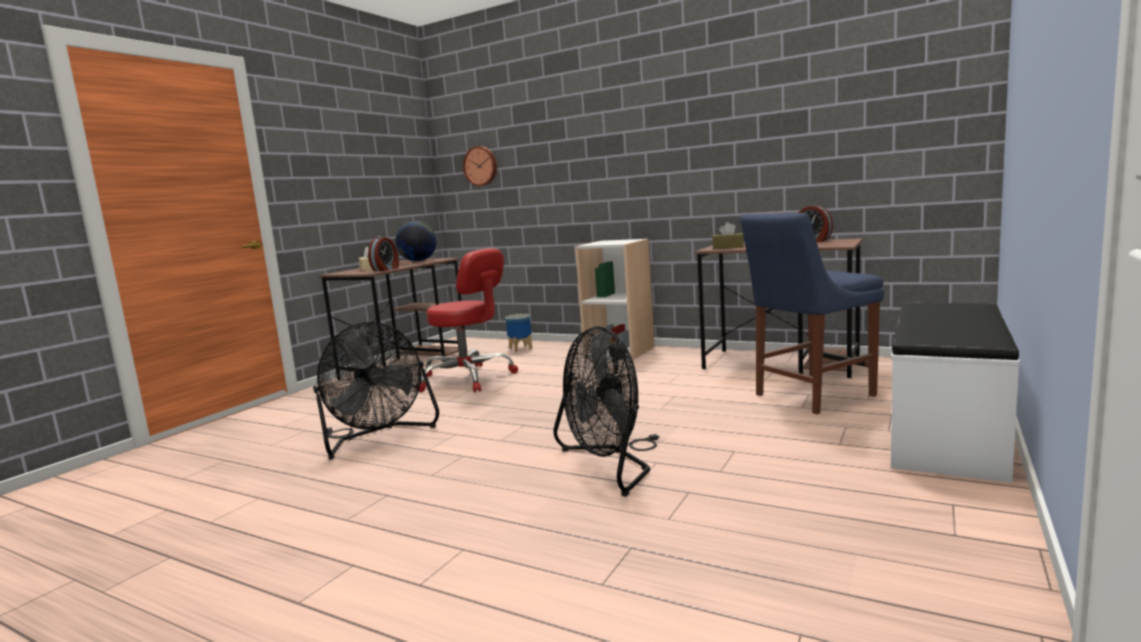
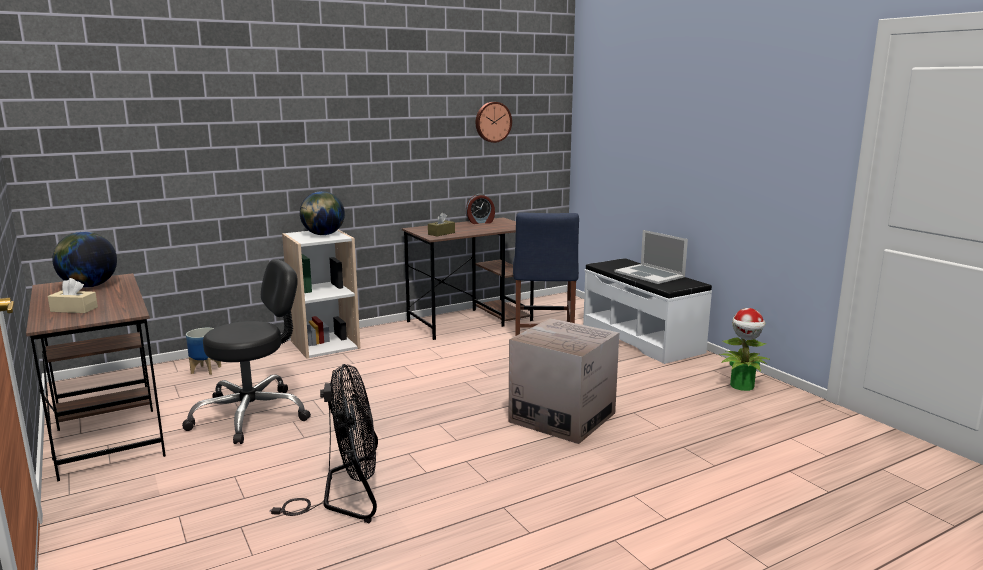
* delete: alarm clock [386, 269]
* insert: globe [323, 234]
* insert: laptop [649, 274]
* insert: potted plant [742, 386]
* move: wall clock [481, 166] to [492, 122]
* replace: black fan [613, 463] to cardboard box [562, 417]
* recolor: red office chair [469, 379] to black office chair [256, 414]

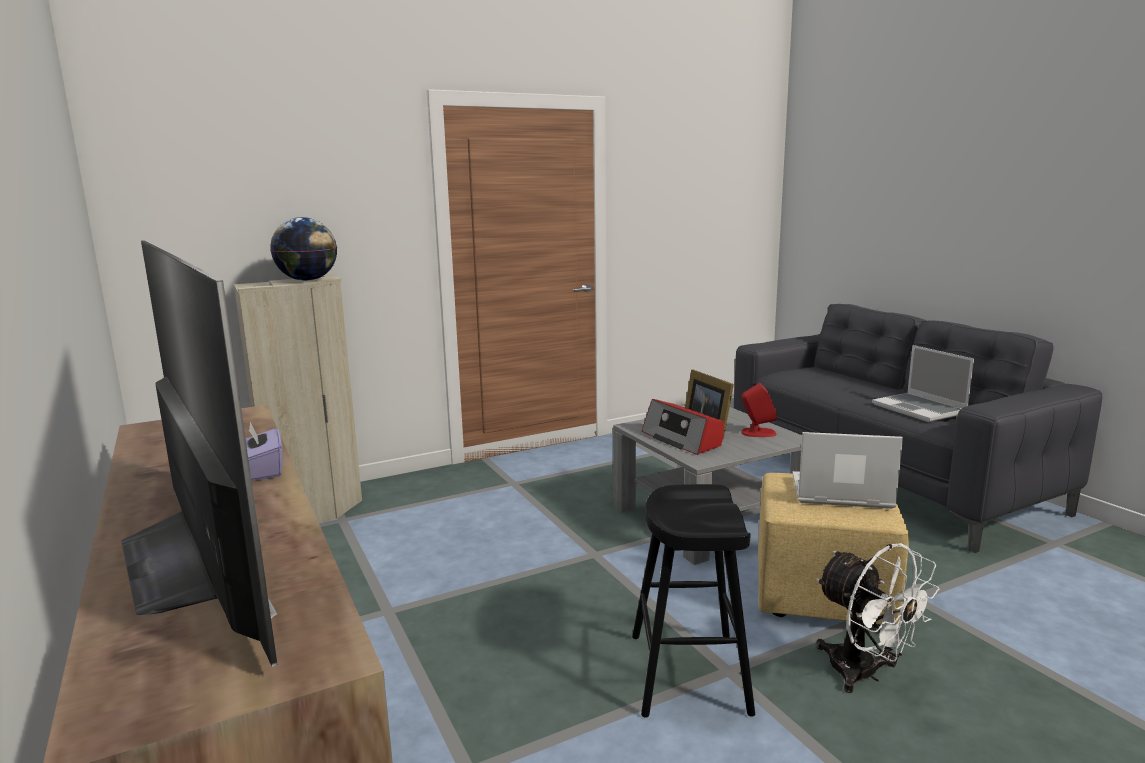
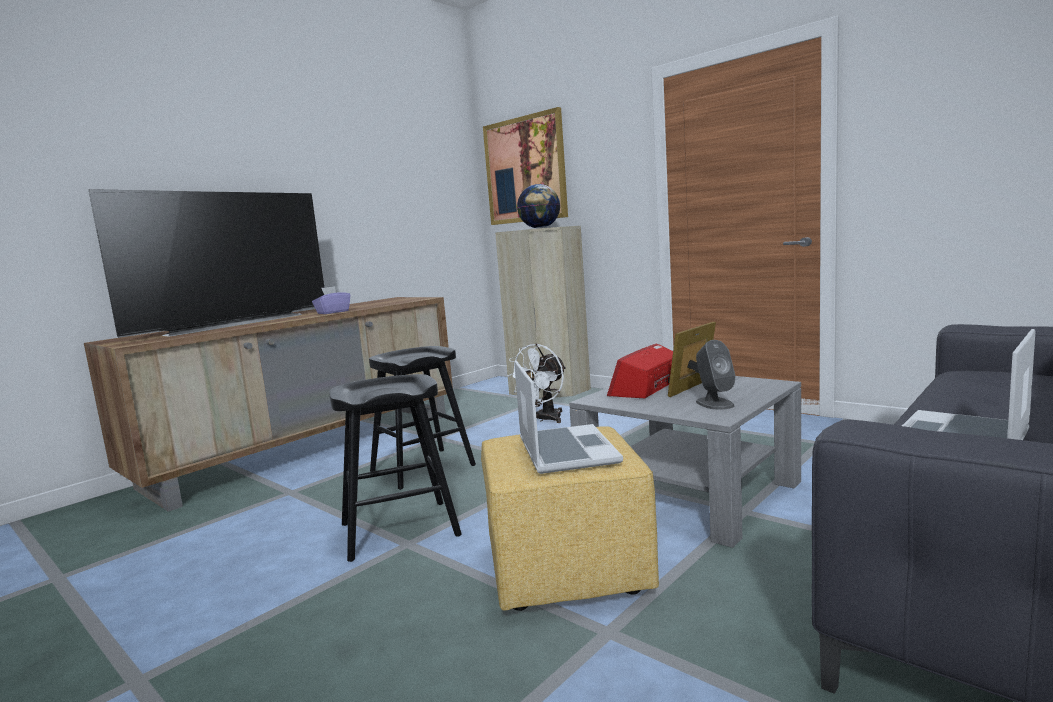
* insert: black stool [422, 468]
* insert: picture [525, 170]
* move: white fan [865, 674] to [544, 419]
* recolor: red speaker [758, 433] to grey speaker [714, 403]

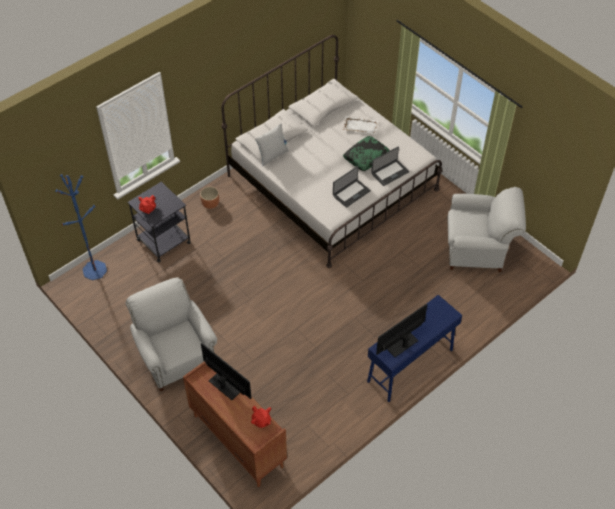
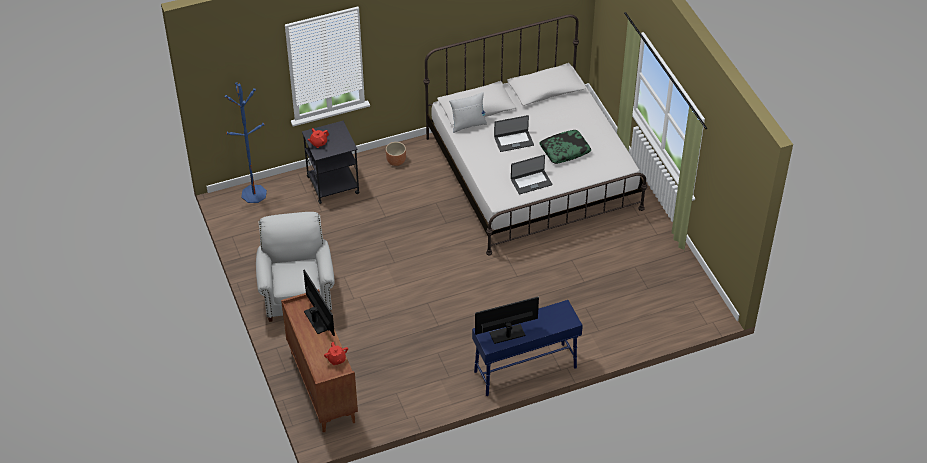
* delete: white tray [360, 126]
* delete: white armchair [478, 249]
* move: laptop [389, 172] to [513, 141]

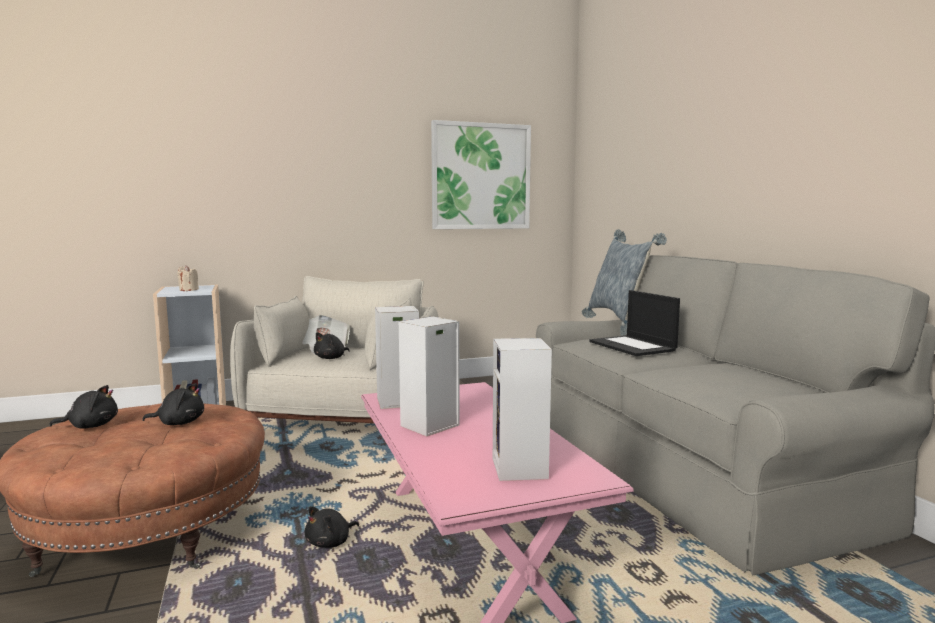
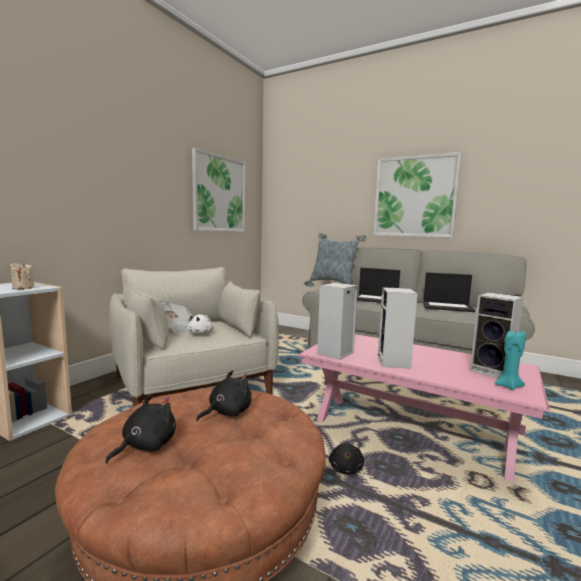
* insert: picture [415, 196]
* insert: laptop [448, 307]
* insert: turquoise candle [508, 386]
* recolor: black plush toy [331, 358] to white plush toy [201, 334]

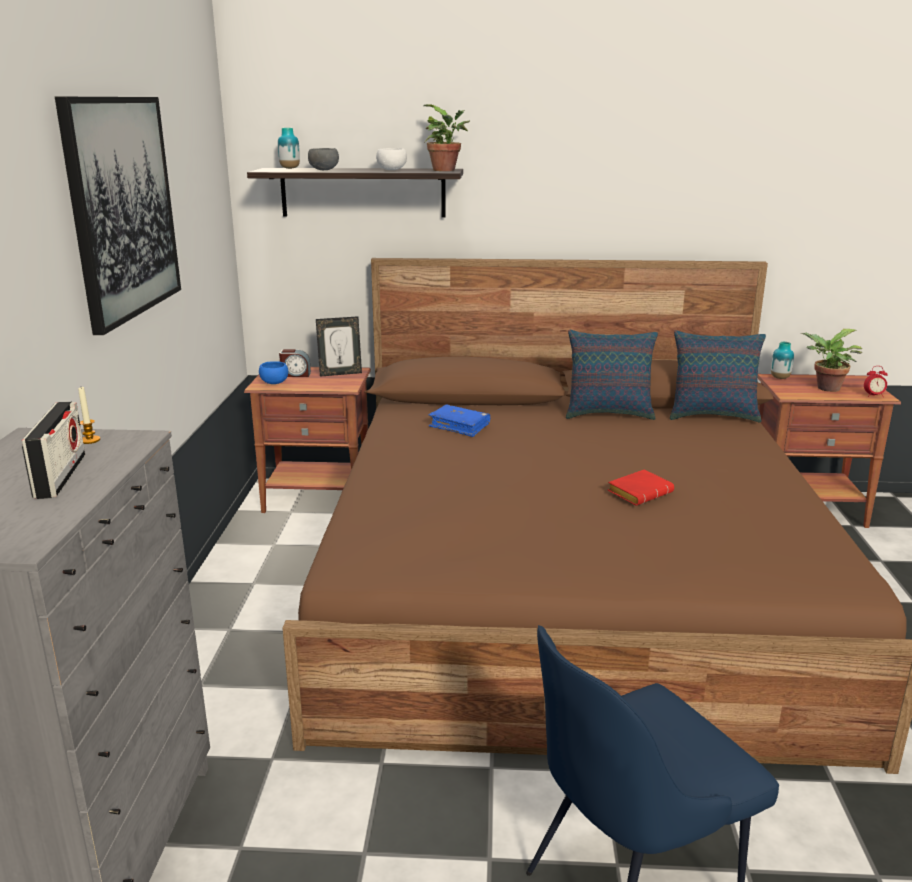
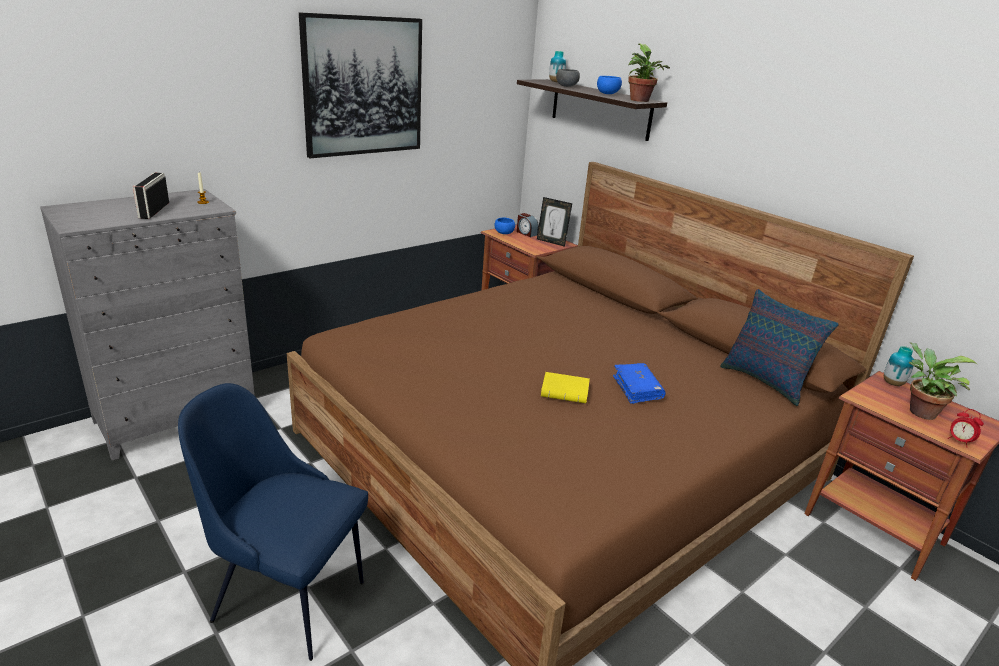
* delete: blue pillow [609, 415]
* move: blue book [459, 427] to [637, 389]
* recolor: white bowl [392, 170] to blue bowl [608, 94]
* recolor: red book [640, 492] to yellow book [566, 391]
* rotate: radio [60, 476] = [154, 210] 135 degrees clockwise

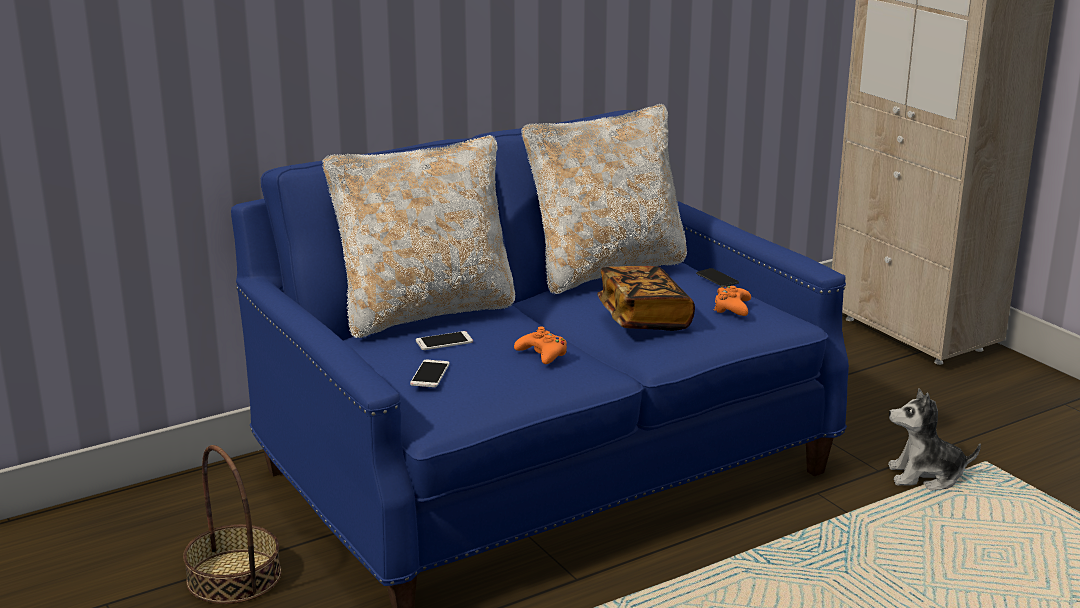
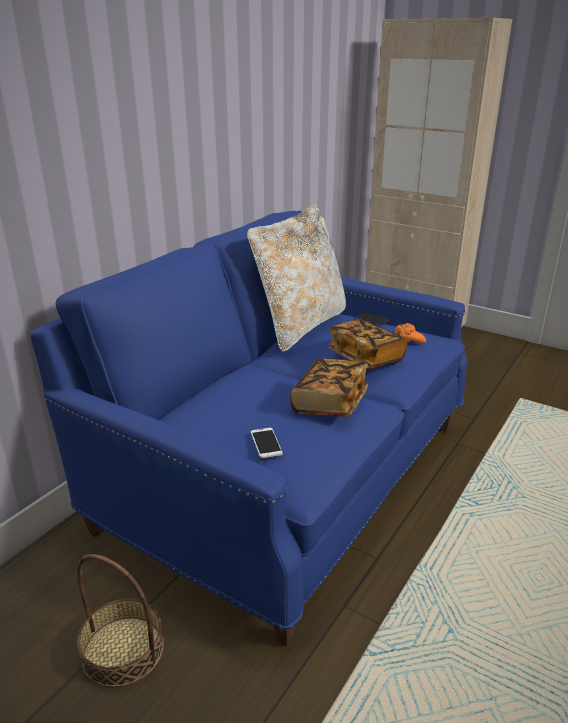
* delete: white pillow [428, 315]
* delete: phone [444, 341]
* delete: plush toy [925, 476]
* replace: orange game controller [542, 354] to book [329, 403]

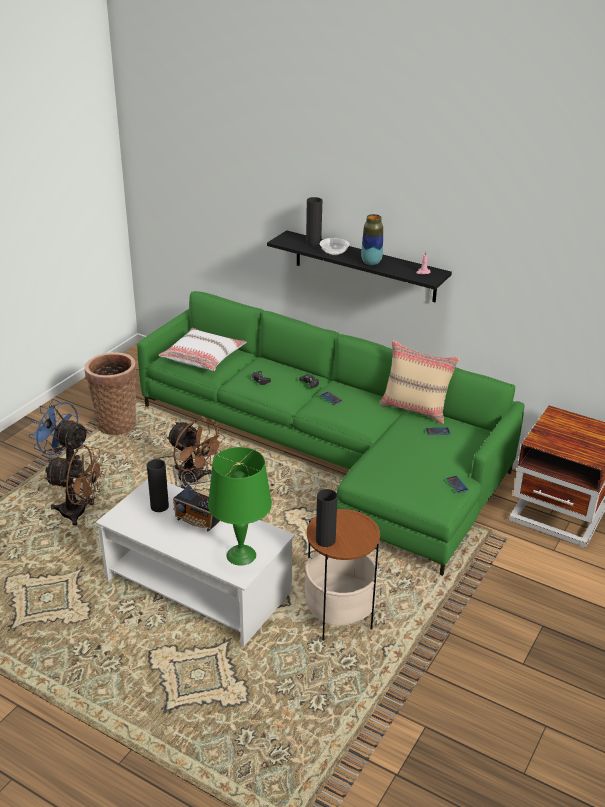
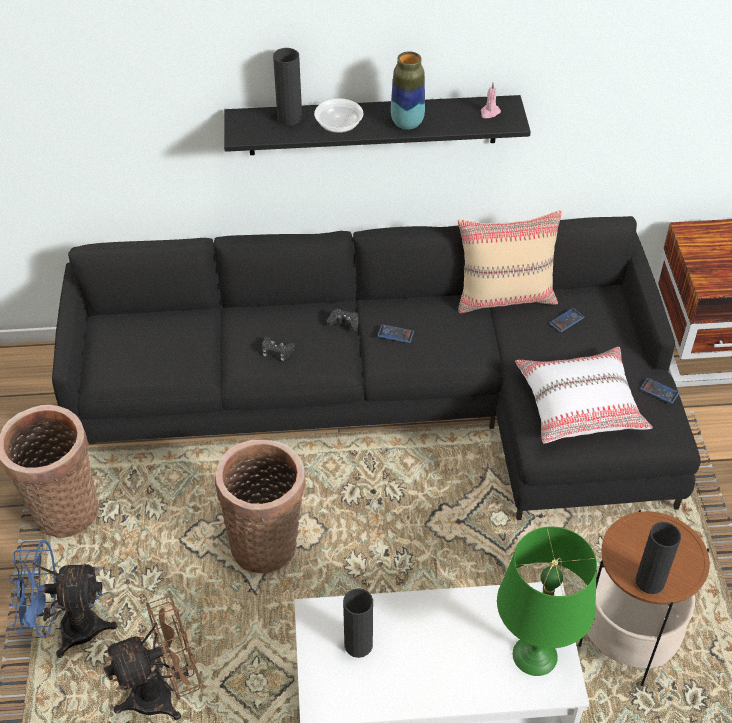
* delete: radio [199, 521]
* move: white pillow [203, 357] to [580, 404]
* replace: brown fan [194, 480] to basket [267, 543]
* recolor: green sofa [331, 453] to black sofa [395, 399]

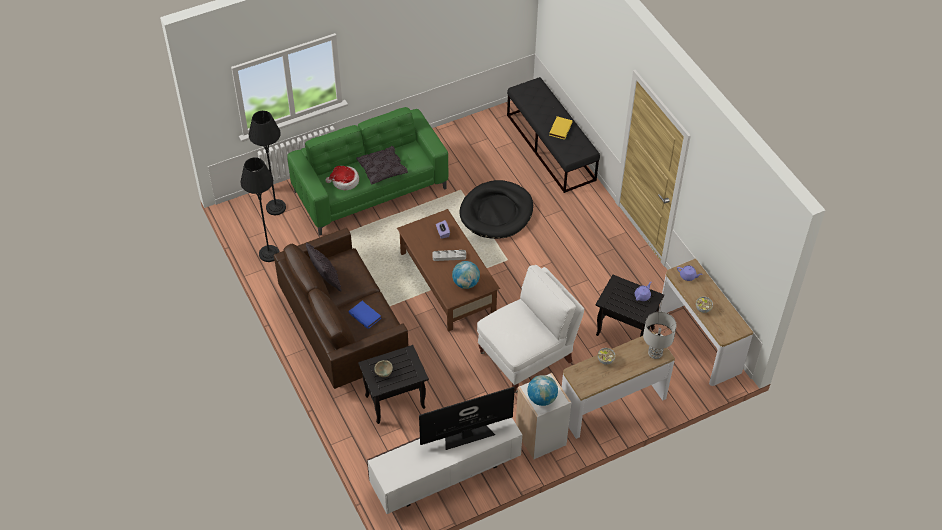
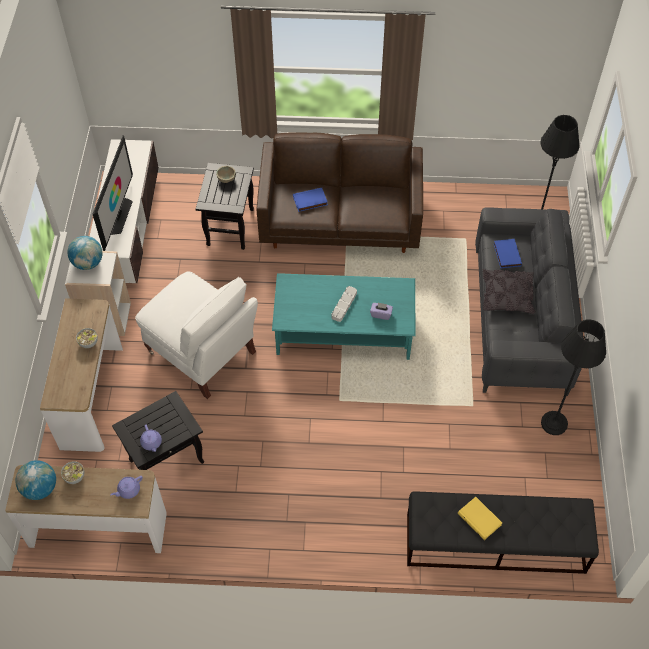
* delete: black pillow [326, 279]
* delete: black dog bed [496, 212]
* delete: white table lamp [655, 352]
* move: black floor lamp [269, 254] to [554, 423]
* move: globe [466, 283] to [40, 488]
* replace: hat [344, 181] to blue book [506, 255]
* recolor: green sofa [370, 189] to grey sofa [520, 320]
* recolor: brown coffee table [446, 282] to turquoise coffee table [344, 330]
* rotate: white armchair [527, 356] = [203, 353] 45 degrees counterclockwise

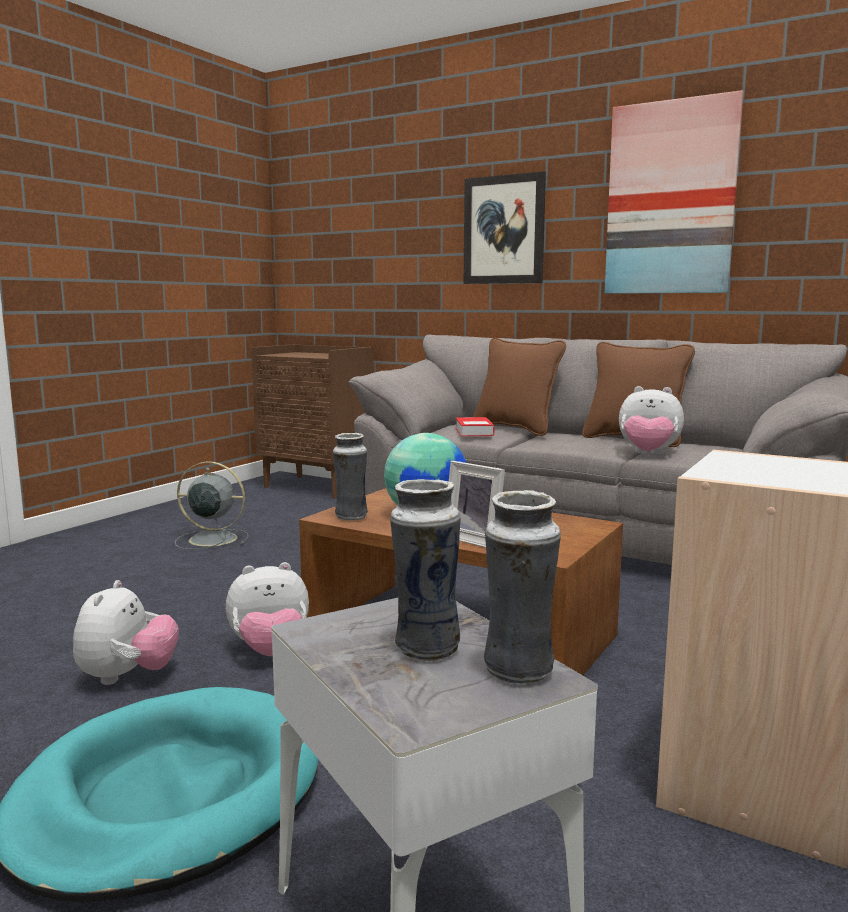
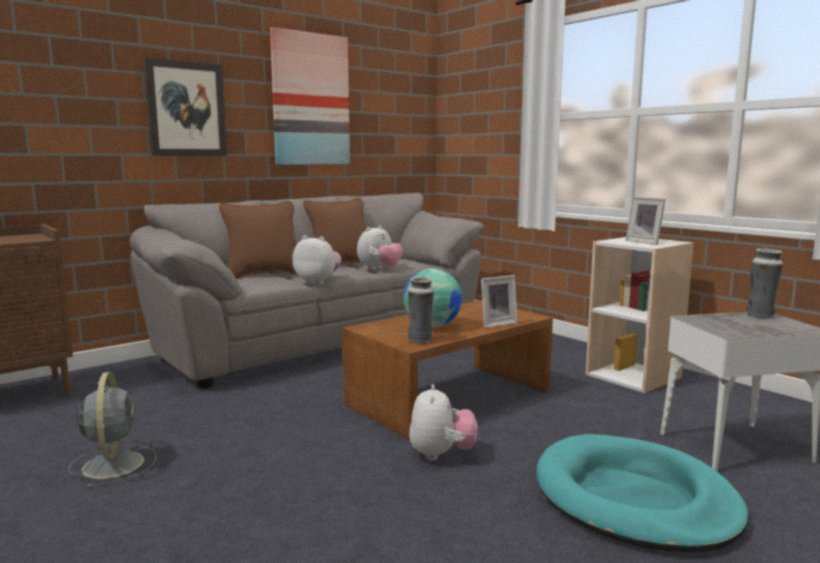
* delete: vase [425, 648]
* delete: book [474, 432]
* insert: picture frame [645, 242]
* move: plush toy [127, 677] to [318, 282]
* rotate: grey fan [211, 539] = [113, 463] 135 degrees clockwise

